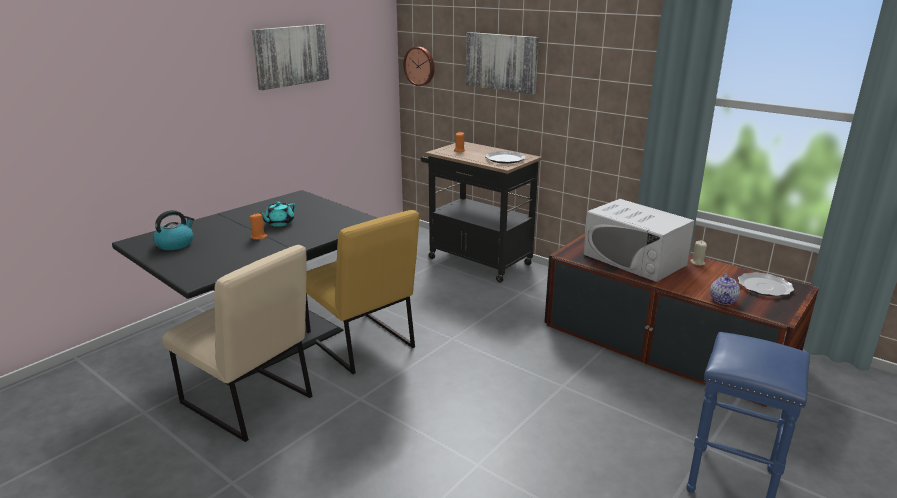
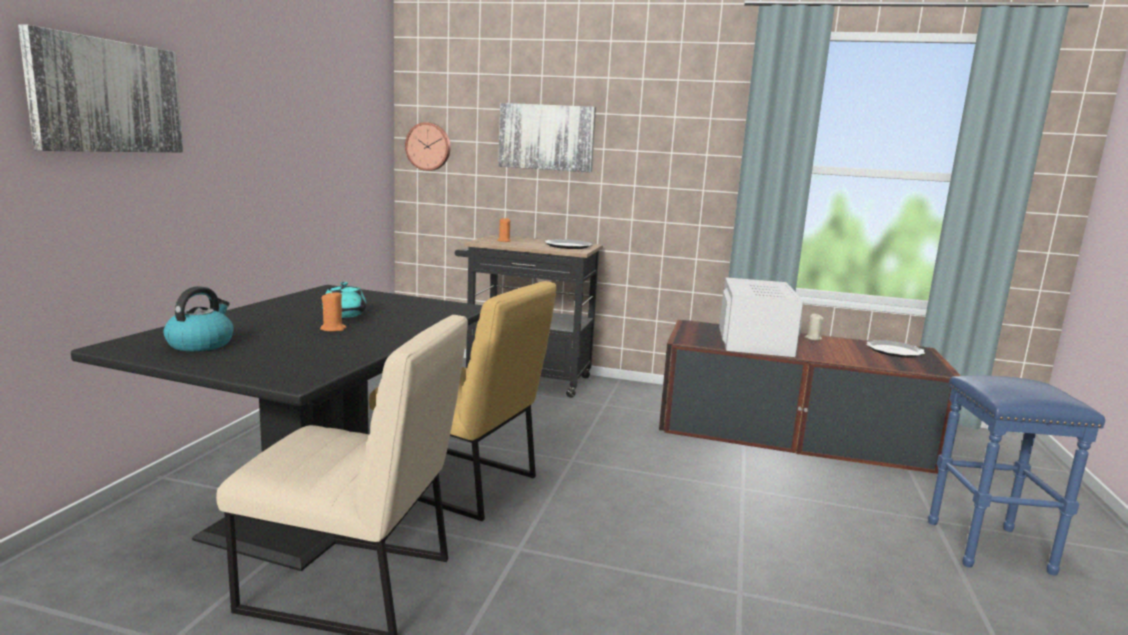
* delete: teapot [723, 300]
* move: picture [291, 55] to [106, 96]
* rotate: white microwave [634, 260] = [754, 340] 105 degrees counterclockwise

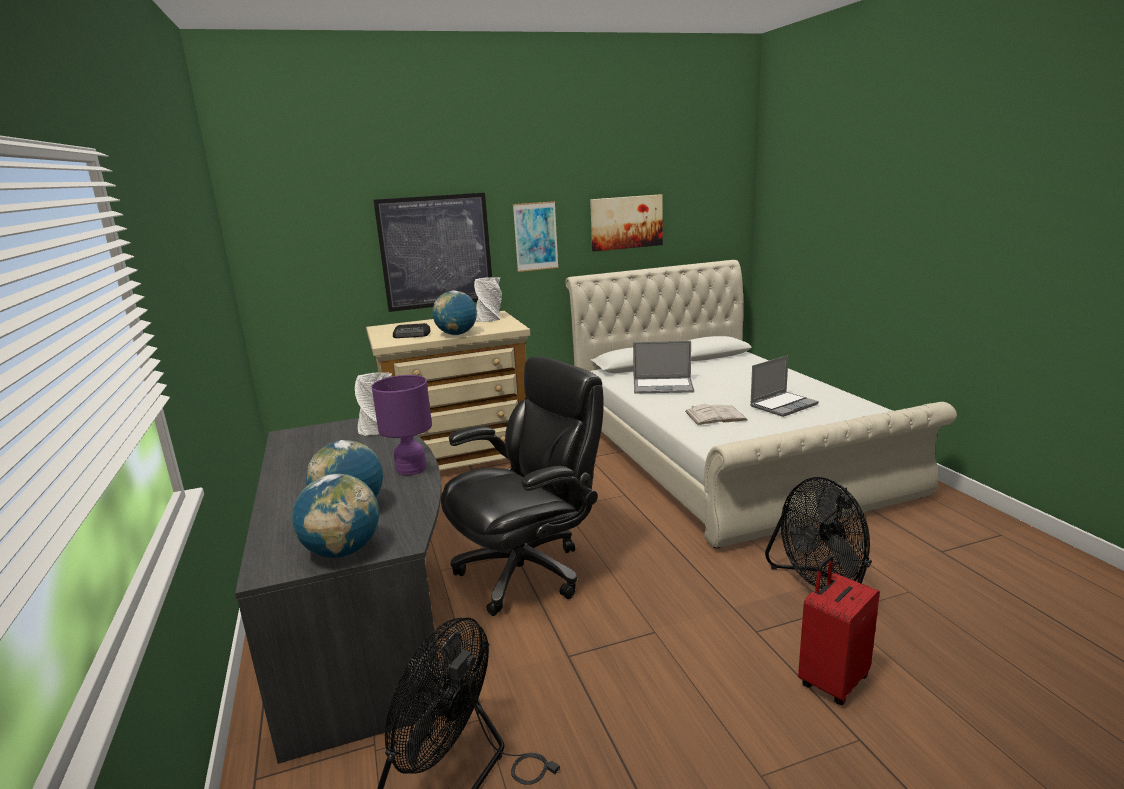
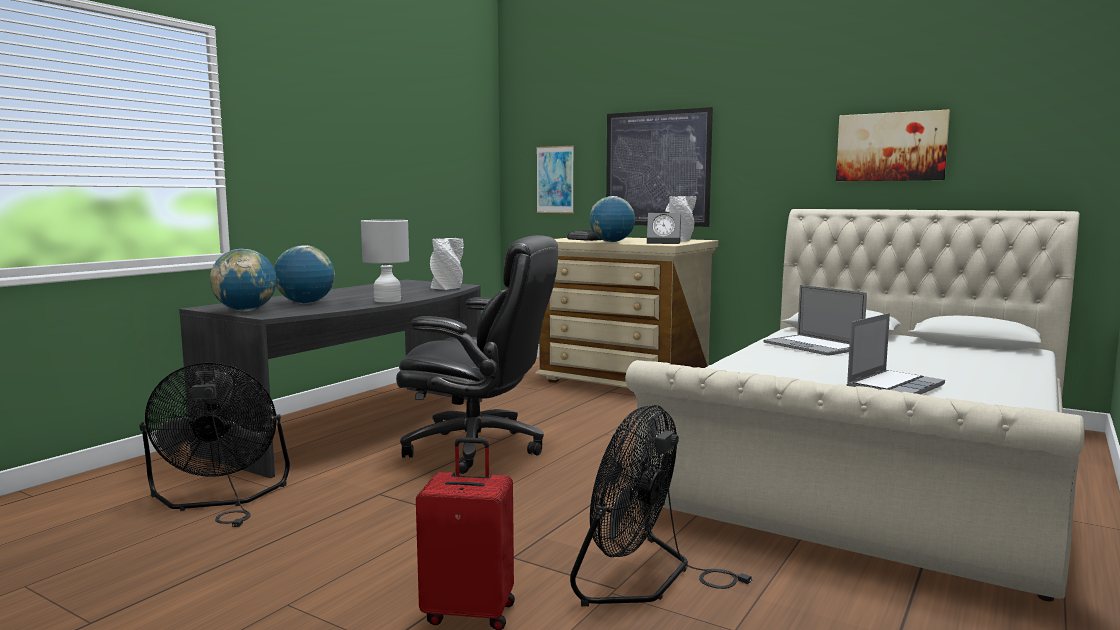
* delete: white book [715, 415]
* insert: alarm clock [664, 243]
* move: picture [535, 236] to [555, 179]
* recolor: purple table lamp [411, 469] to grey table lamp [387, 301]
* rotate: laptop [783, 405] = [894, 386] 60 degrees counterclockwise

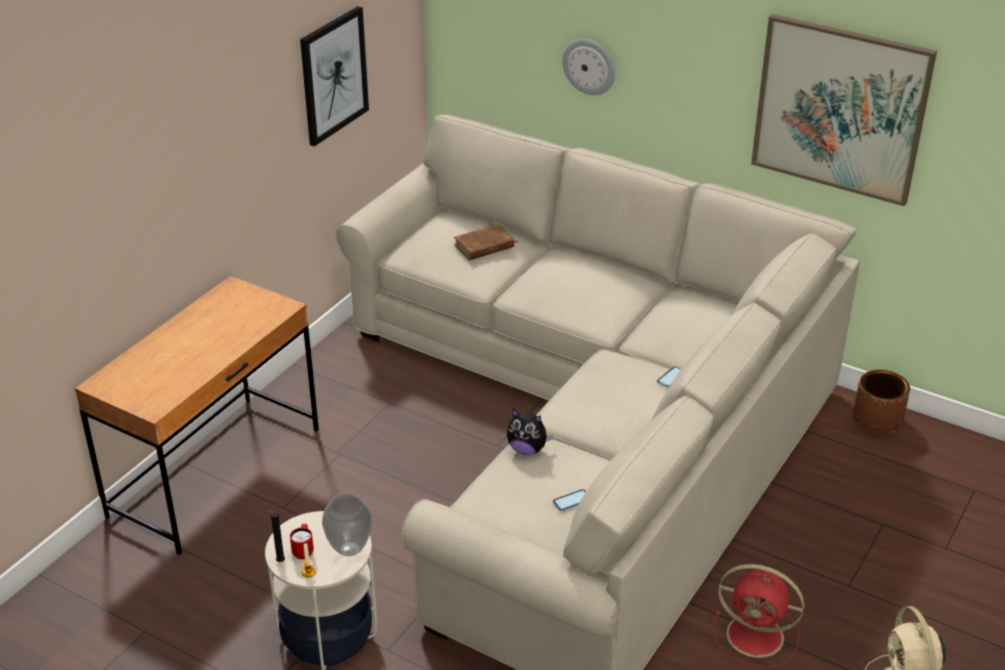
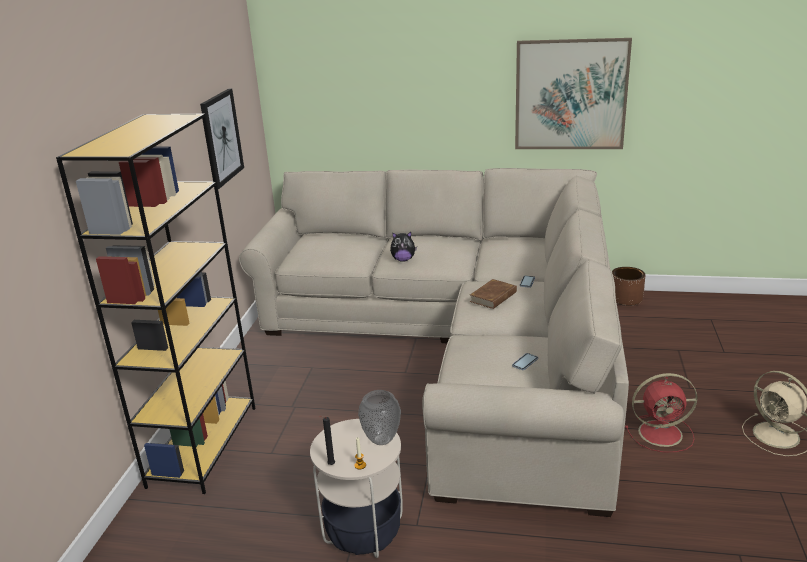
* delete: red mug [303, 550]
* delete: wall clock [589, 66]
* move: brown book [484, 246] to [493, 297]
* move: plush toy [527, 449] to [403, 260]
* replace: brown desk [216, 472] to yellow bookcase [203, 445]

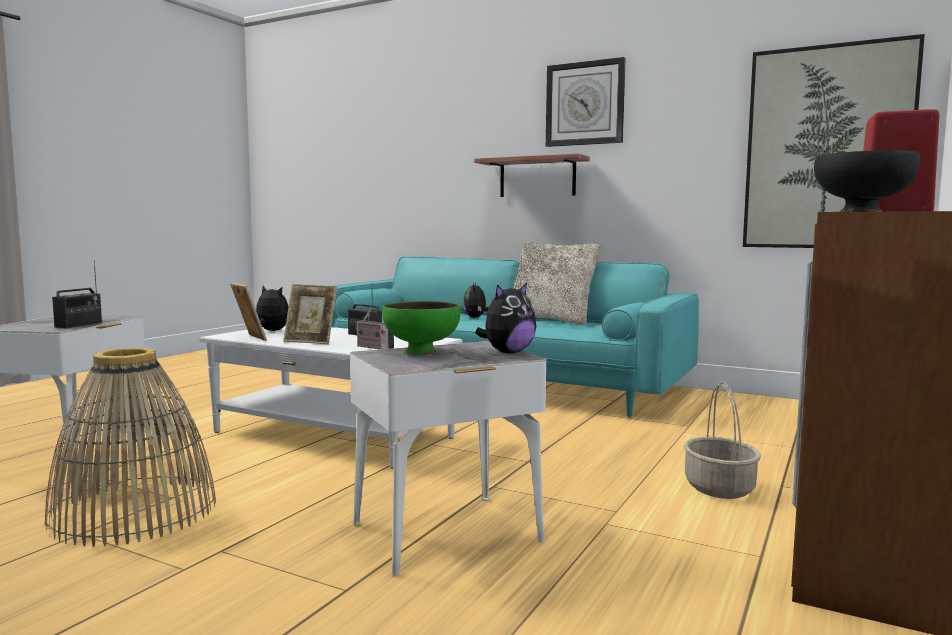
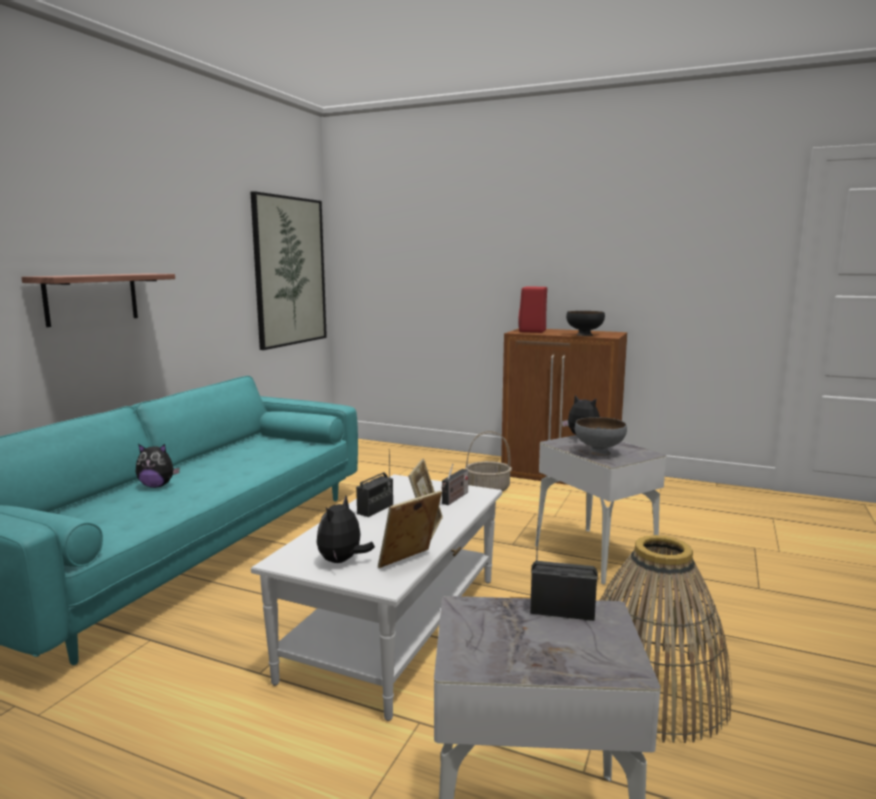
* delete: beige pillow [552, 319]
* delete: wall clock [585, 103]
* recolor: green bowl [422, 352] to grey bowl [599, 452]

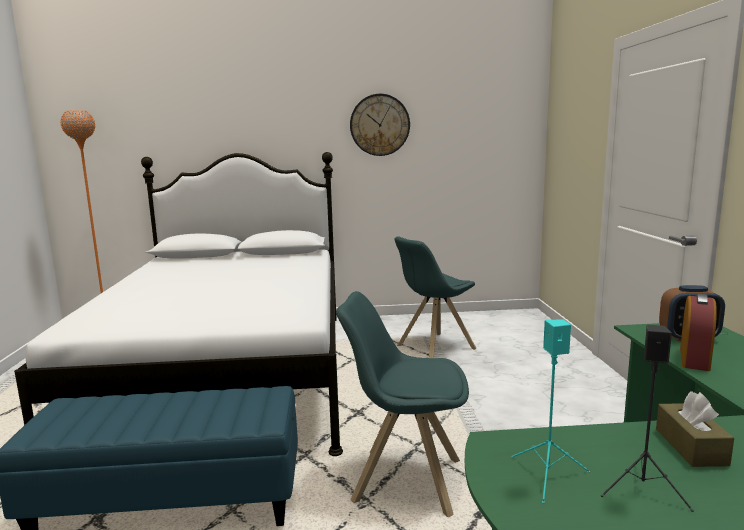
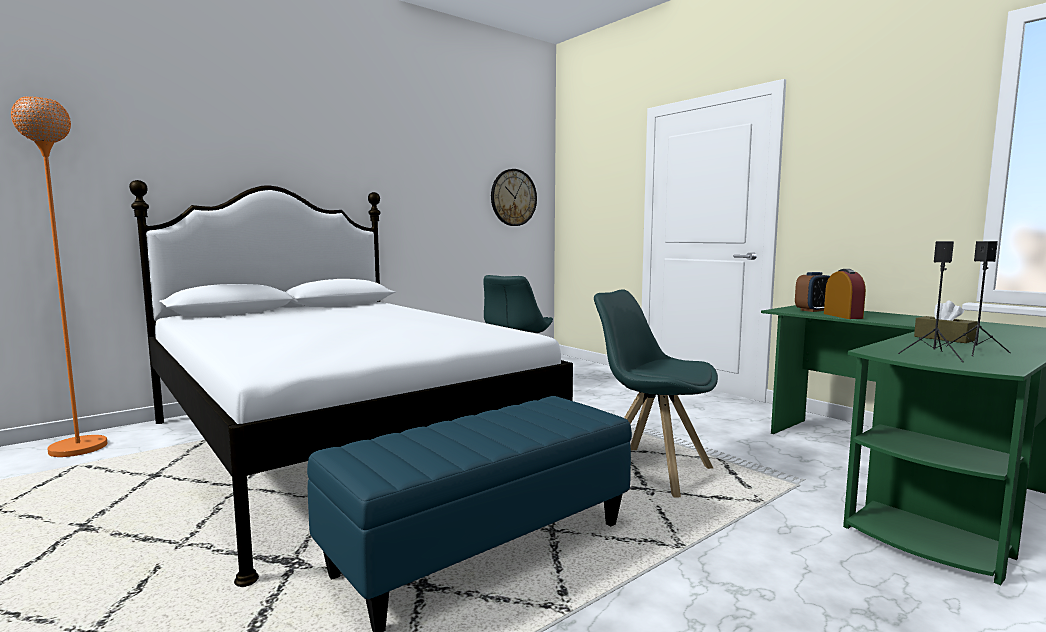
* move: wall clock [379, 125] to [513, 197]
* recolor: turquoise speaker [548, 476] to black speaker [934, 355]
* rotate: turquoise chair [406, 481] = [652, 470] 60 degrees clockwise

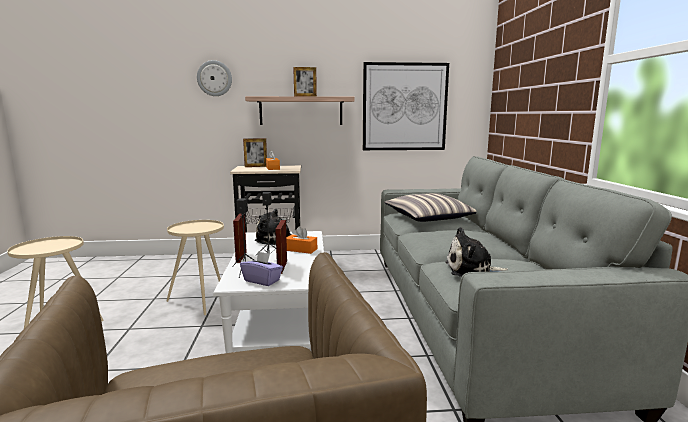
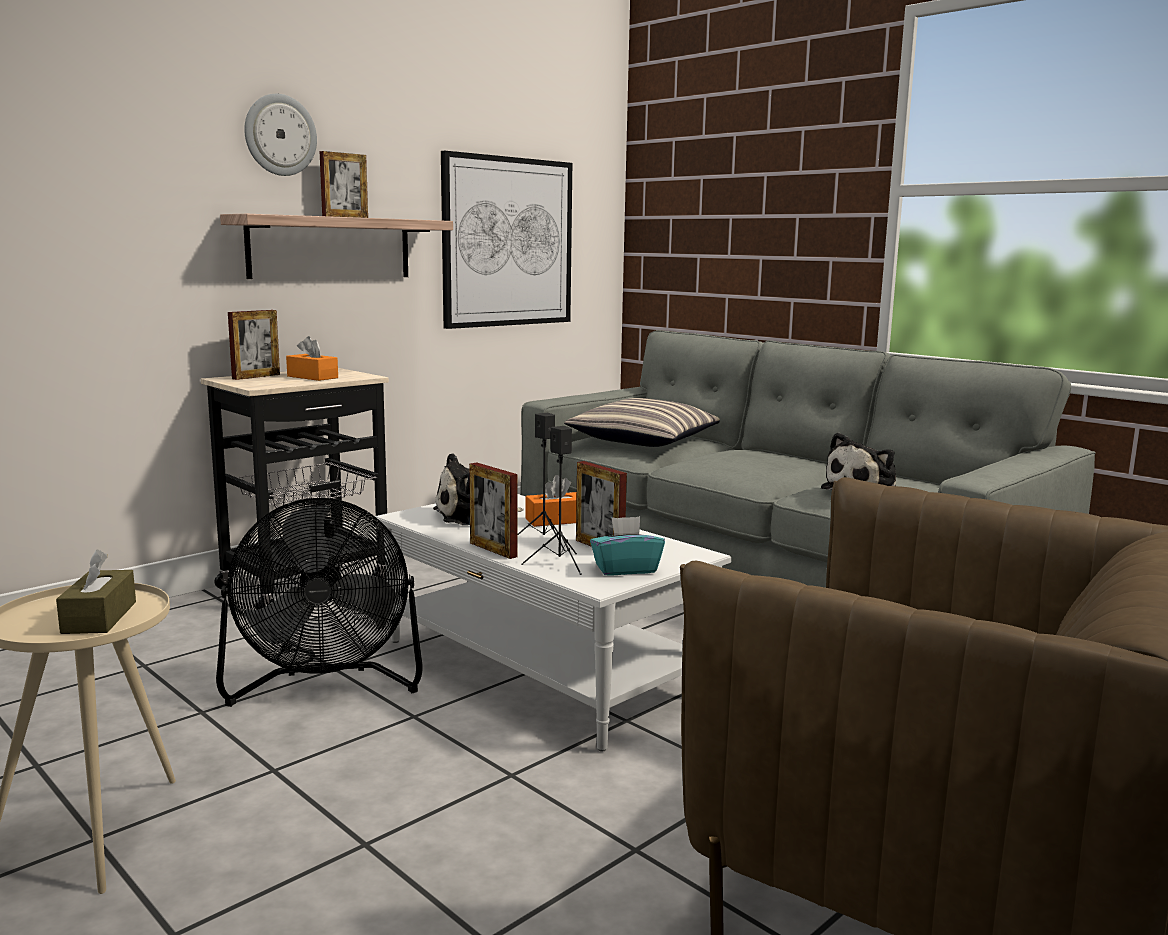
* insert: brown tissue box [99, 617]
* move: wall clock [214, 78] to [280, 135]
* replace: beige side table [201, 300] to black fan [318, 682]
* recolor: purple tissue box [262, 281] to turquoise tissue box [625, 569]

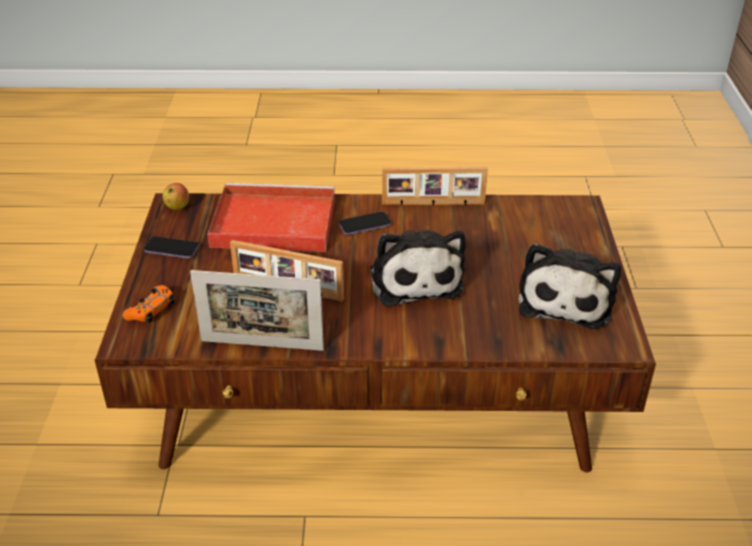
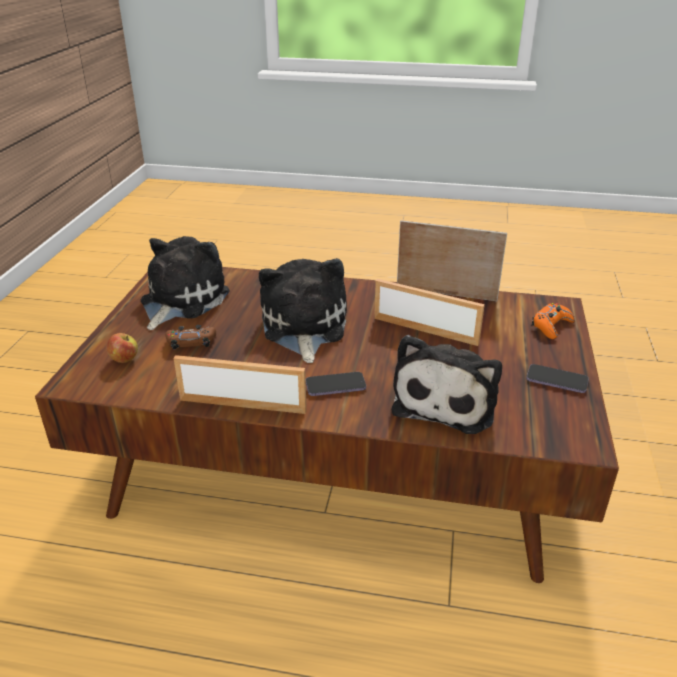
* insert: brown game controller [191, 342]
* move: apple [177, 207] to [124, 359]
* replace: red tray [271, 223] to plush toy [446, 400]

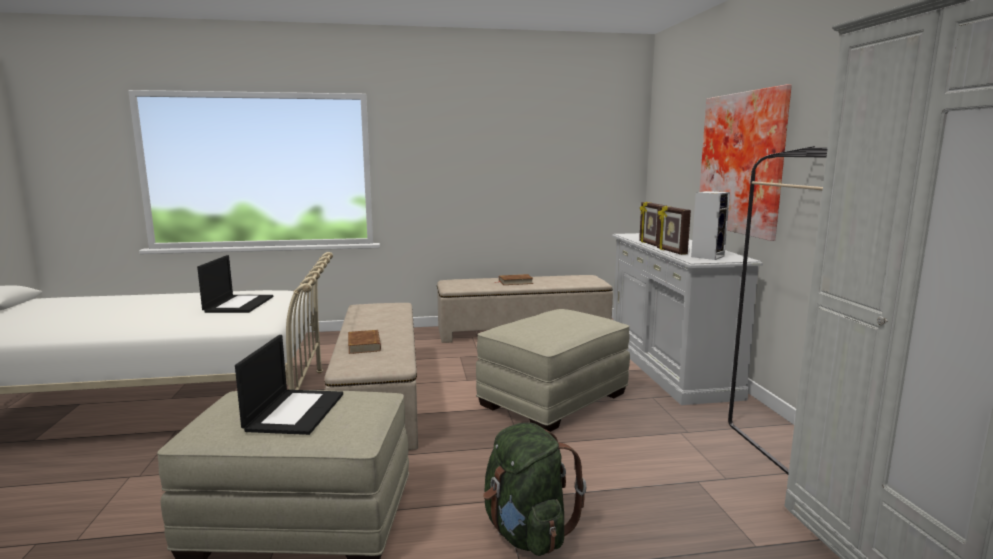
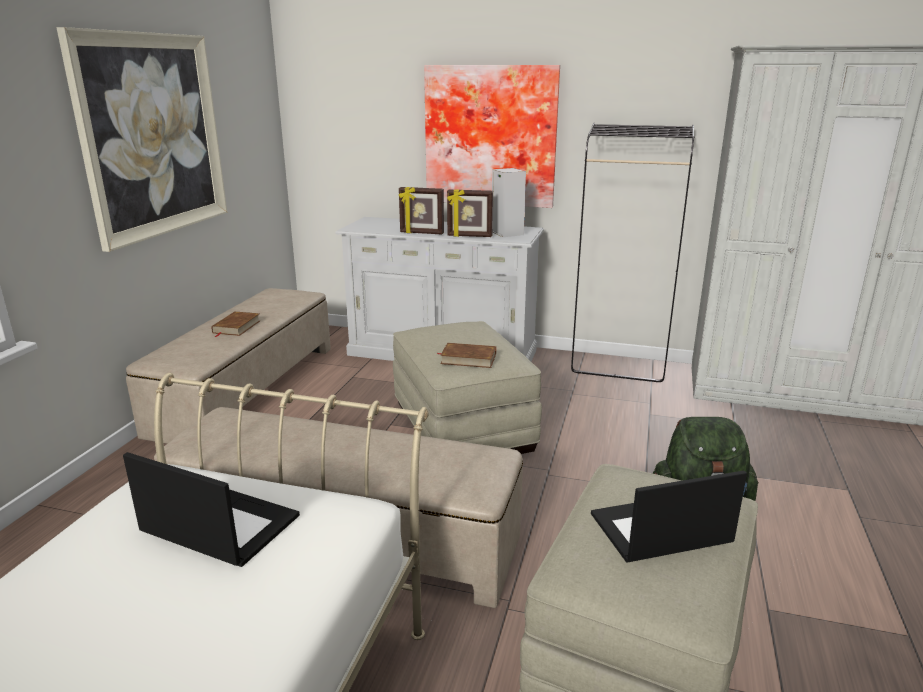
* insert: picture [153, 136]
* move: brown book [364, 345] to [468, 359]
* rotate: laptop [295, 411] = [659, 530] 45 degrees counterclockwise

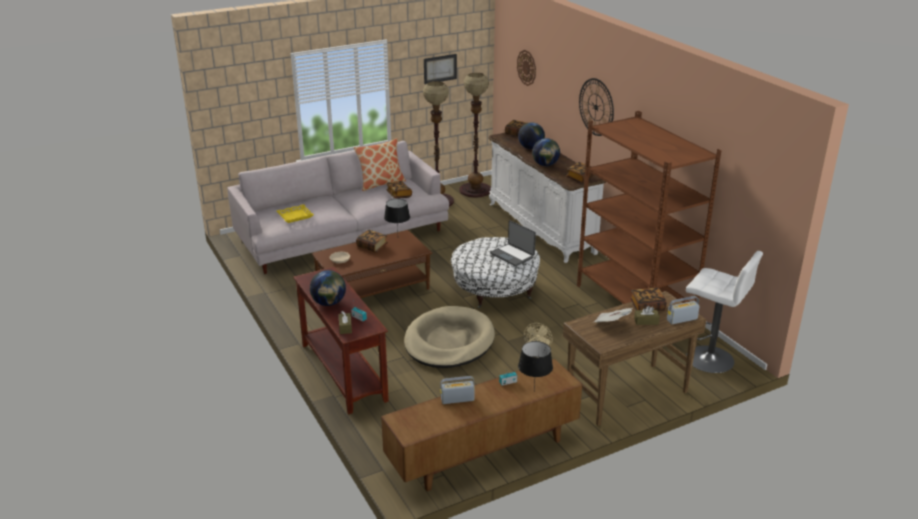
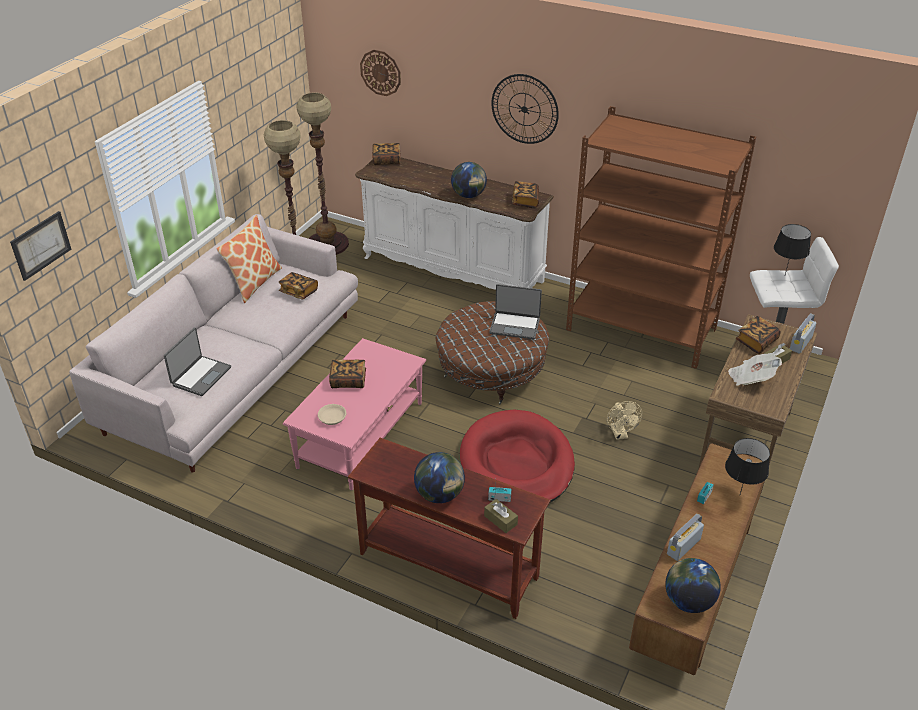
* move: black table lamp [397, 238] to [785, 276]
* move: picture [440, 68] to [41, 245]
* move: globe [531, 148] to [688, 601]
* replace: yellow tray [295, 216] to laptop [200, 376]
* recolor: brown coffee table [374, 291] to pink coffee table [361, 434]
* recolor: beige dog bed [449, 341] to red dog bed [517, 463]
* recolor: white ottoman [495, 290] to brown ottoman [491, 372]

